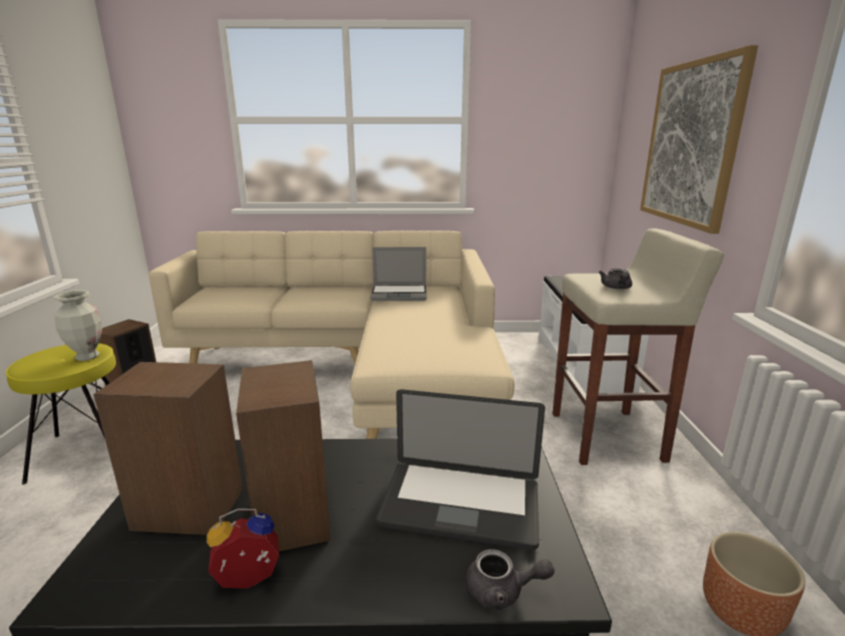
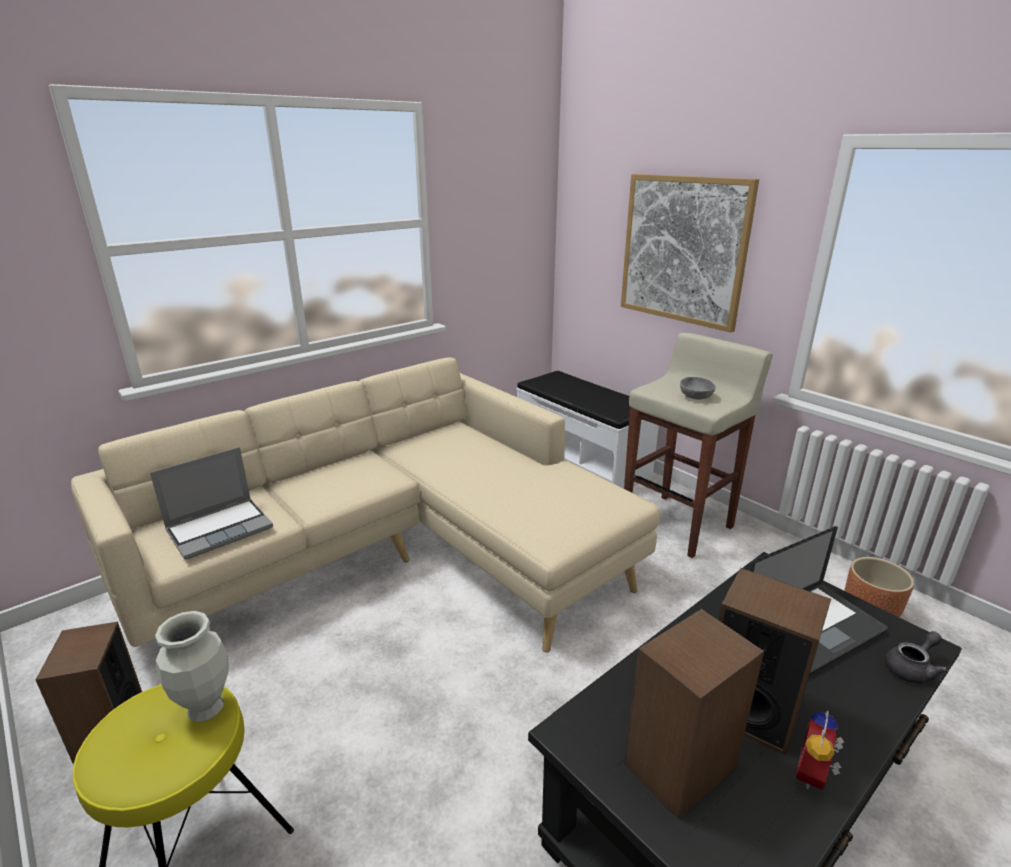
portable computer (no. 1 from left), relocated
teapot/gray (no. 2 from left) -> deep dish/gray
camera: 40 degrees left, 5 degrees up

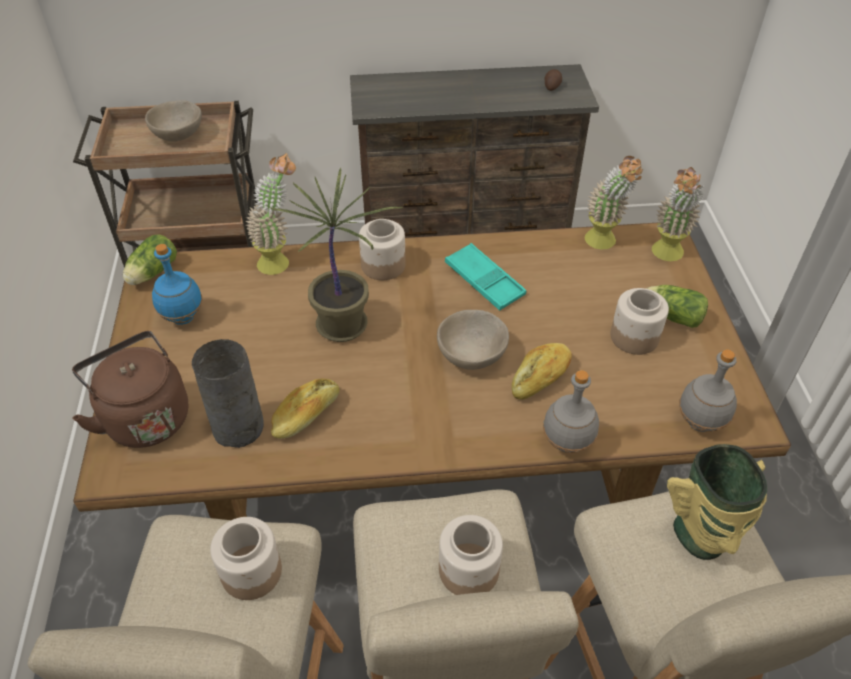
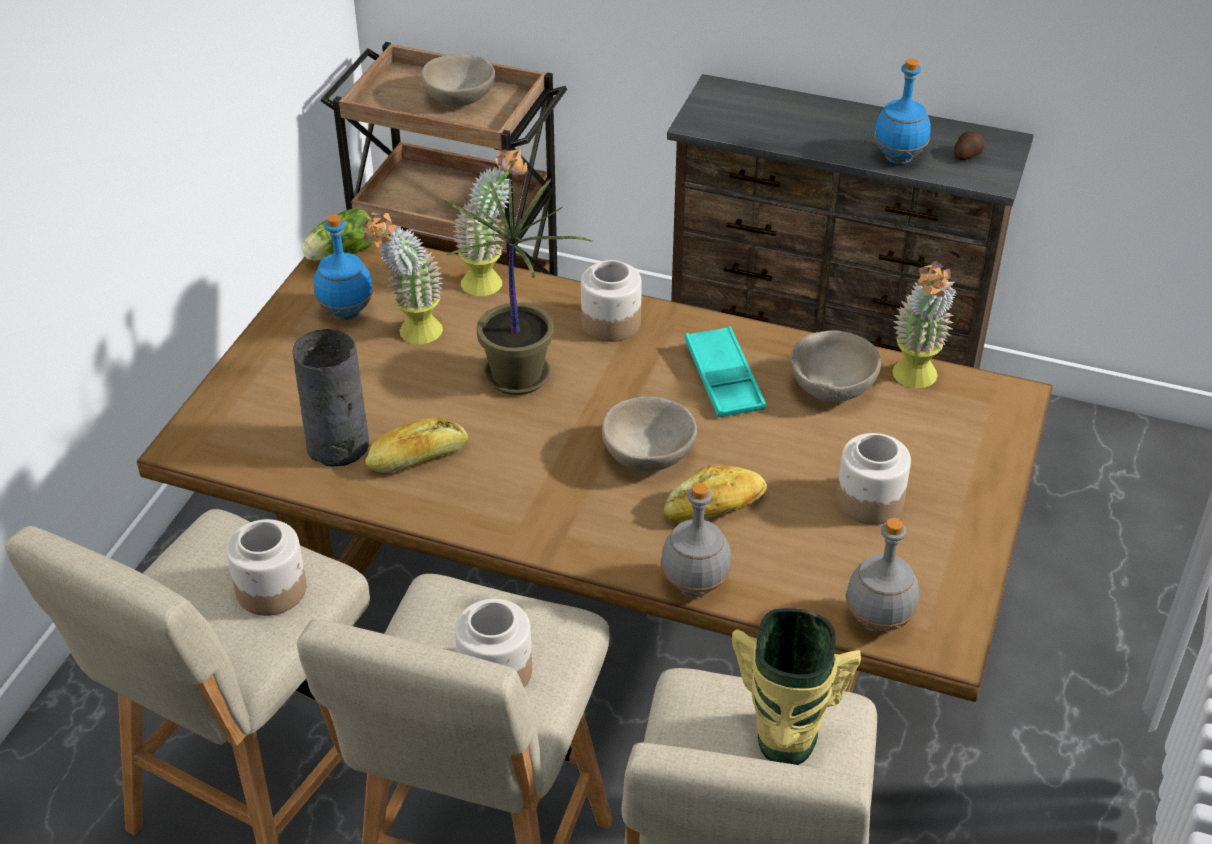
plant in a pot (no. 4 from left in the first image) -> plant in a pot (no. 1 from left), relocated
none -> deep dish/sand-coloured (no. 3 from left)
none -> drink bottle/bluish (no. 2 from left)
kettle/brown -> none
lettuce (no. 2 from left) -> none
camera: 25 degrees right, 5 degrees down

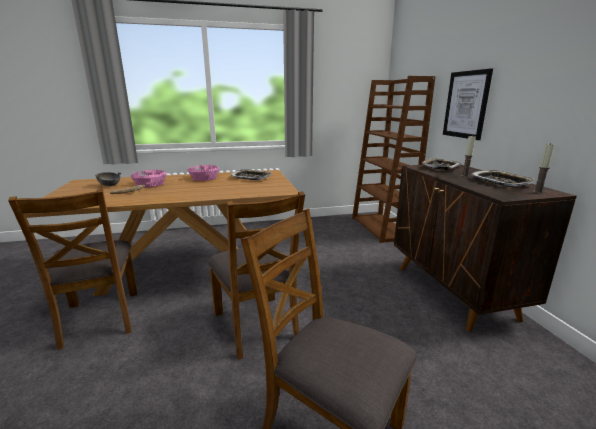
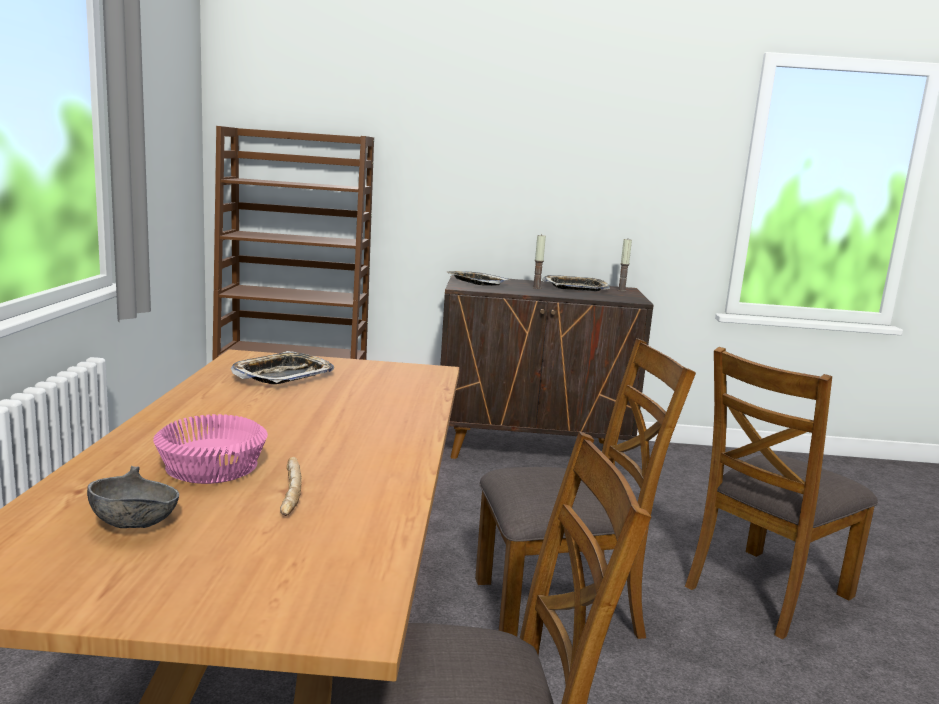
deep dish/pinkish (no. 2 from left) -> none
wall art -> none
camera: 75 degrees left, 5 degrees down

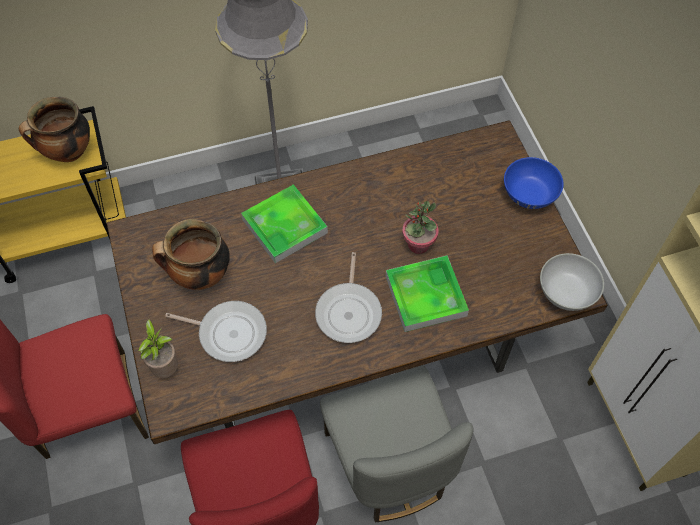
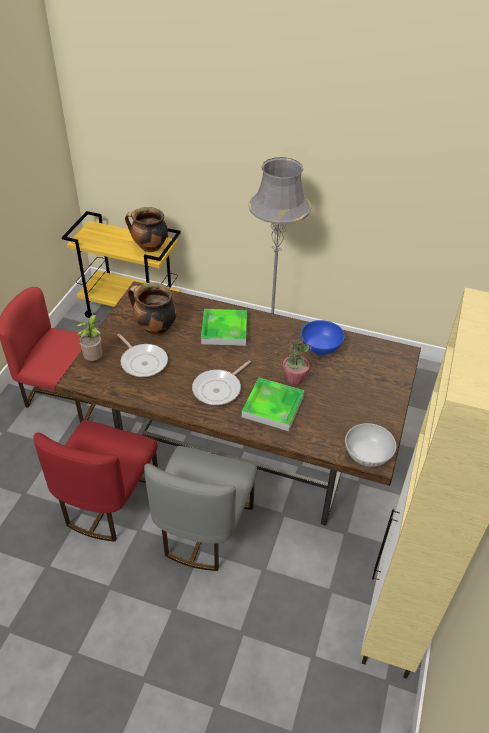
deep dish/bluish, relocated
camera: 35 degrees right, 15 degrees down

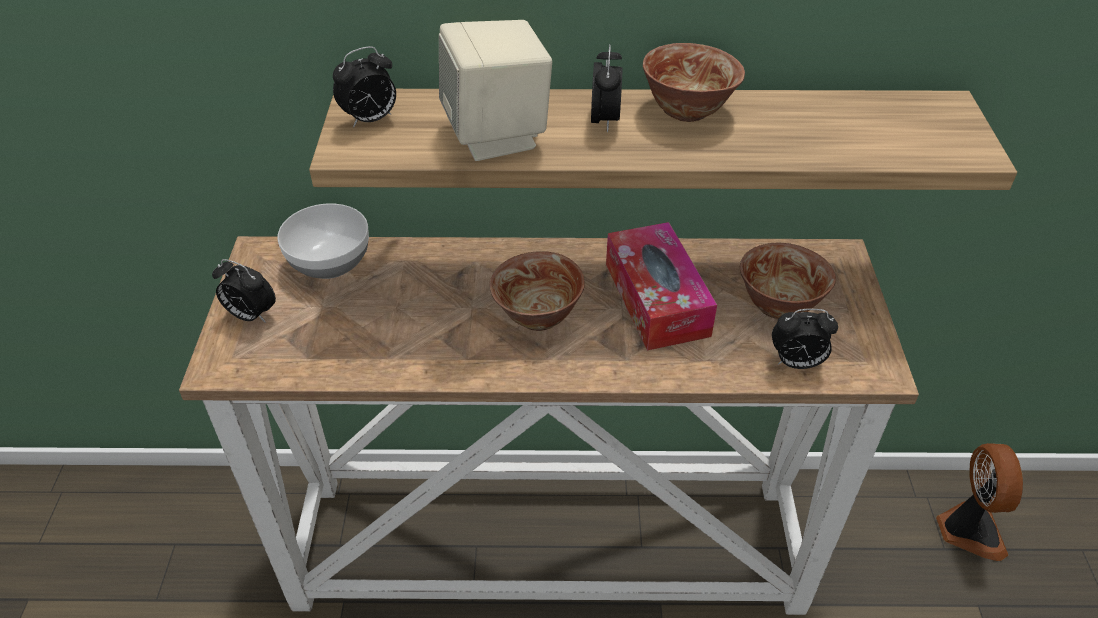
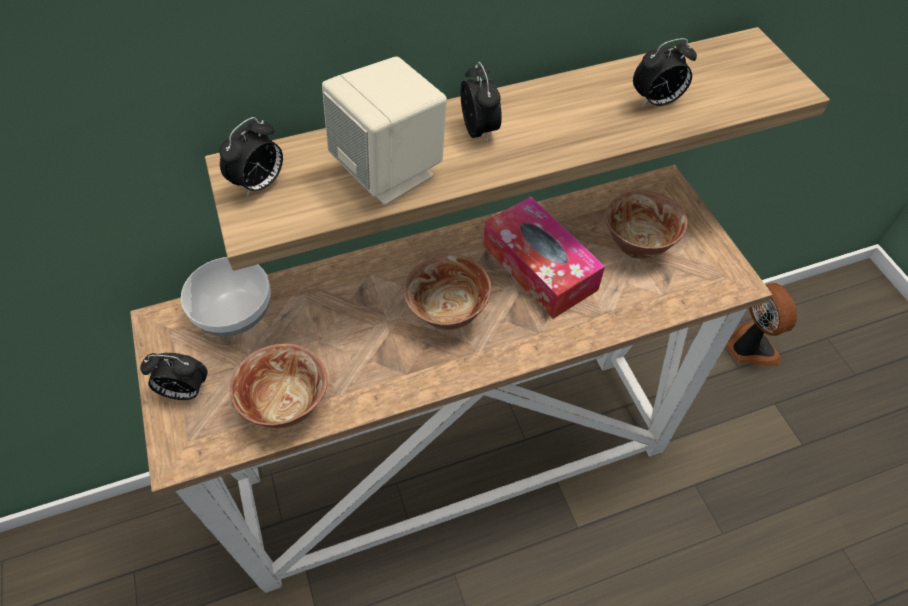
deep dish (no. 3 from left in the first image) -> deep dish (no. 2 from left), relocated
alarm clock (no. 4 from left), relocated
camera: 20 degrees left, 10 degrees up

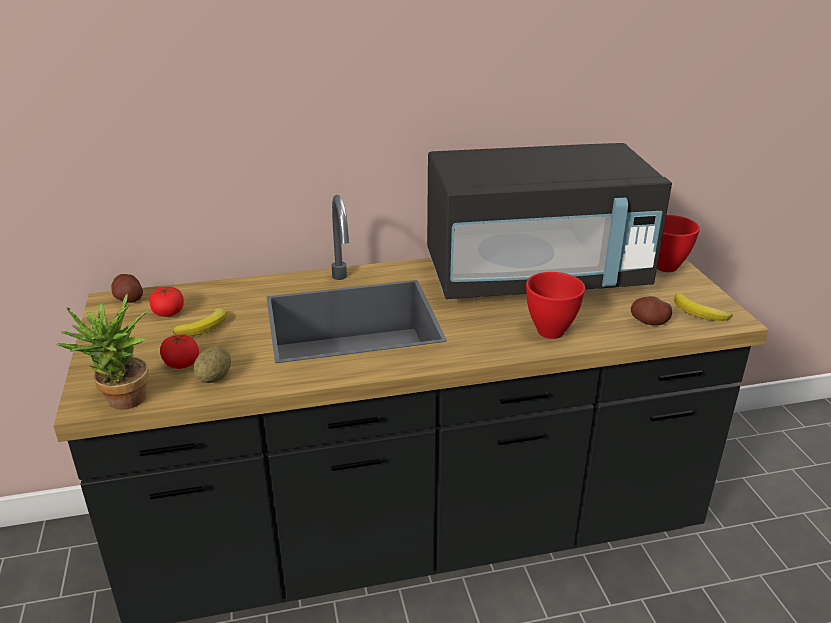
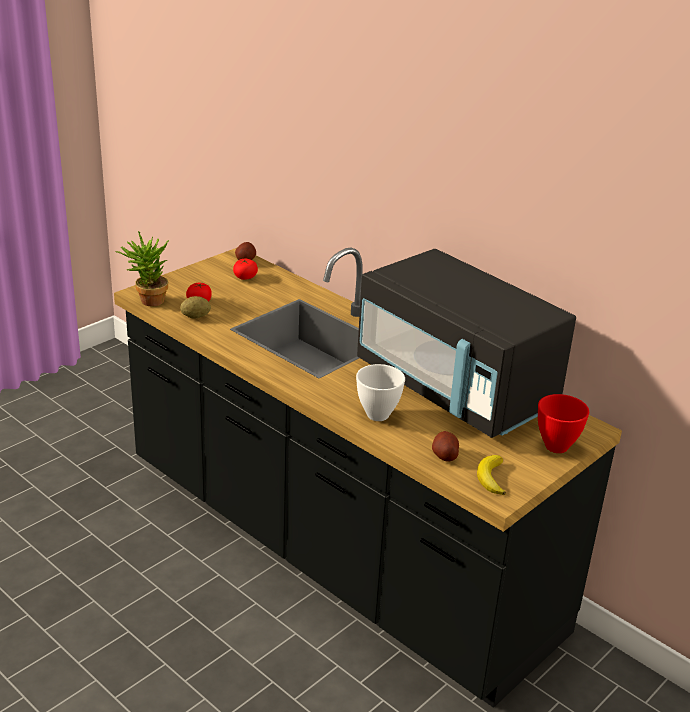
deep dish/red-coloured (no. 1 from left) -> deep dish/whitish
banana fruit (no. 1 from left) -> none
camera: 55 degrees right, 0 degrees up

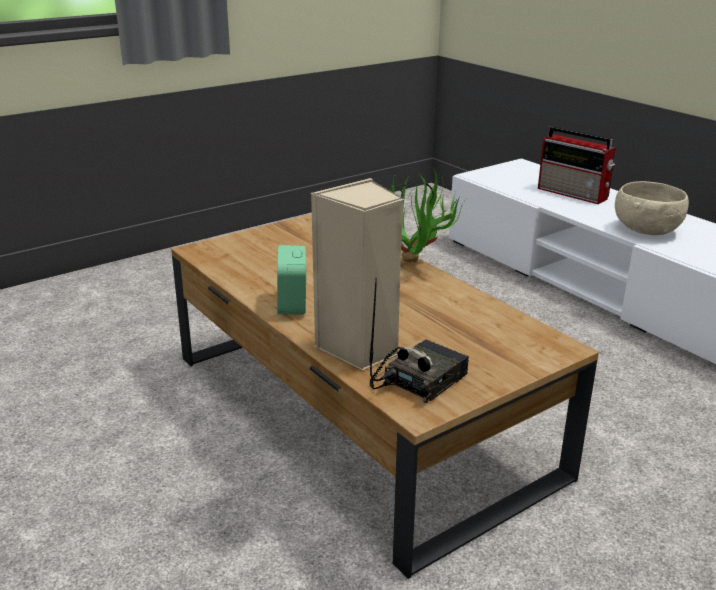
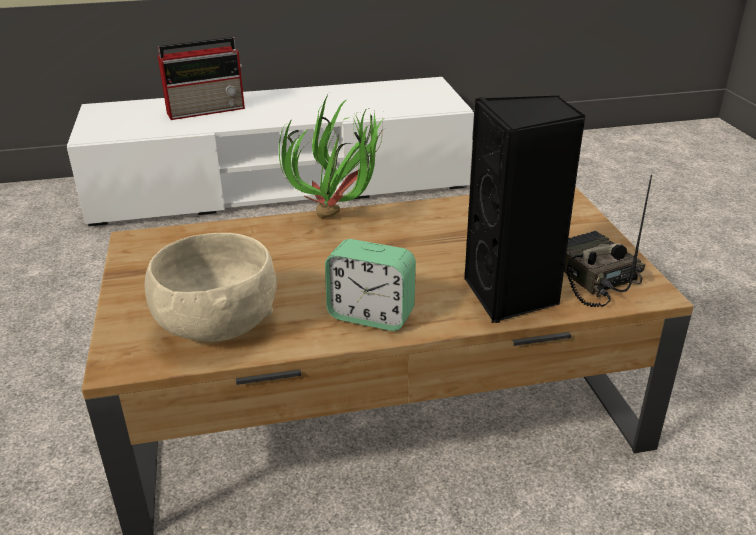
deep dish/sand-coloured, relocated
speaker/sand-coloured -> speaker/black-coloured
camera: 65 degrees left, 5 degrees up

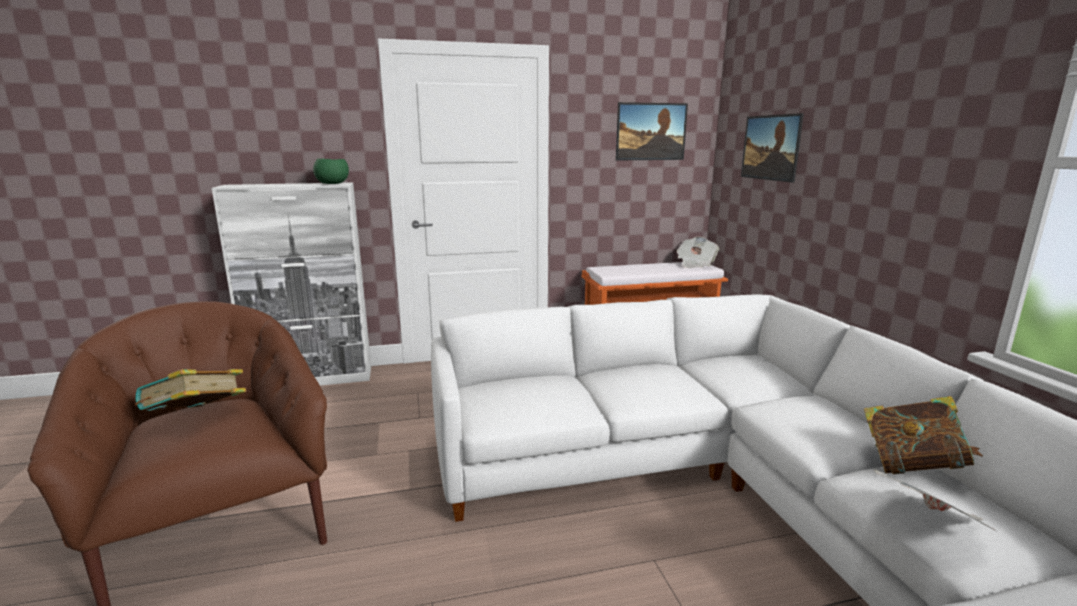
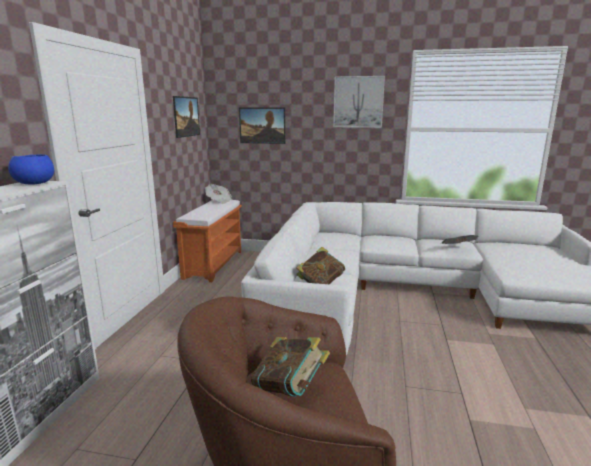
deep dish/greenish -> deep dish/bluish
volume (no. 2 from left), relocated
none -> wall art (no. 3 from left)
camera: 65 degrees left, 0 degrees up

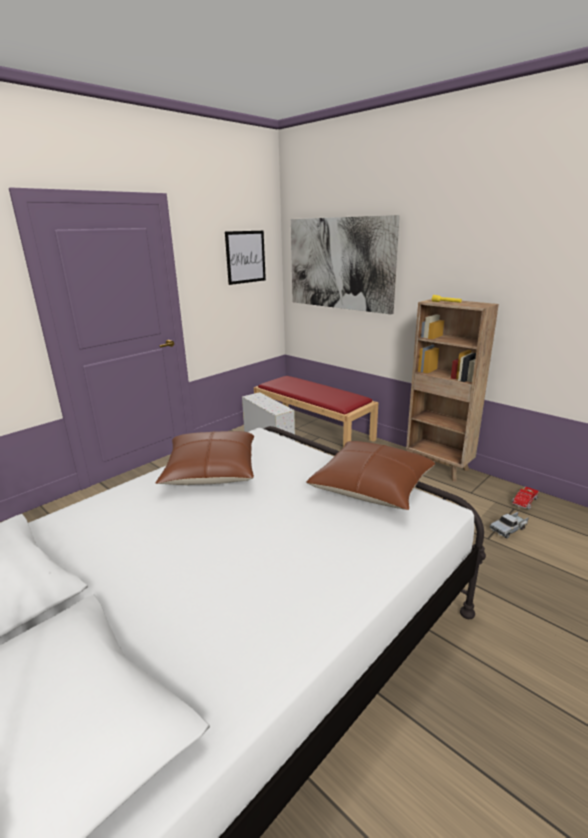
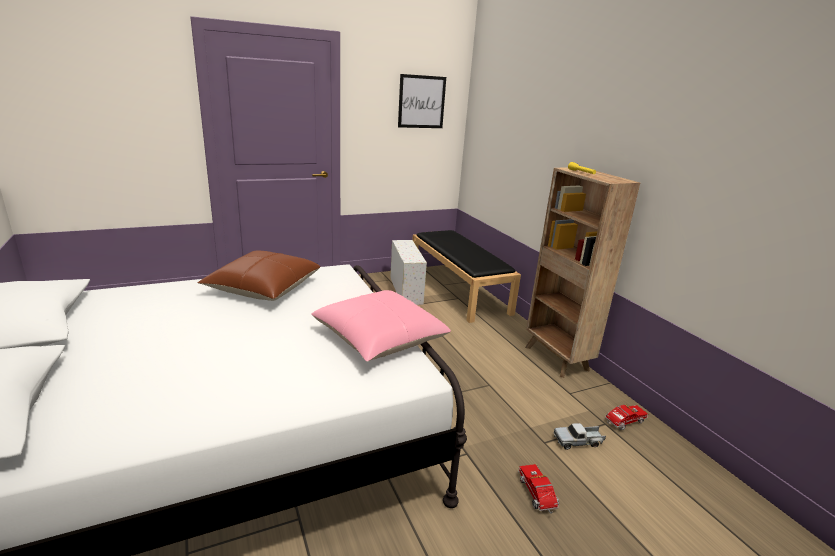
pillow/brown (no. 2 from left) -> pillow/pinkish
bench/red-coloured -> bench/black-coloured
none -> toy truck (no. 1 from left)
wall art (no. 2 from left) -> none
camera: 20 degrees right, 0 degrees up

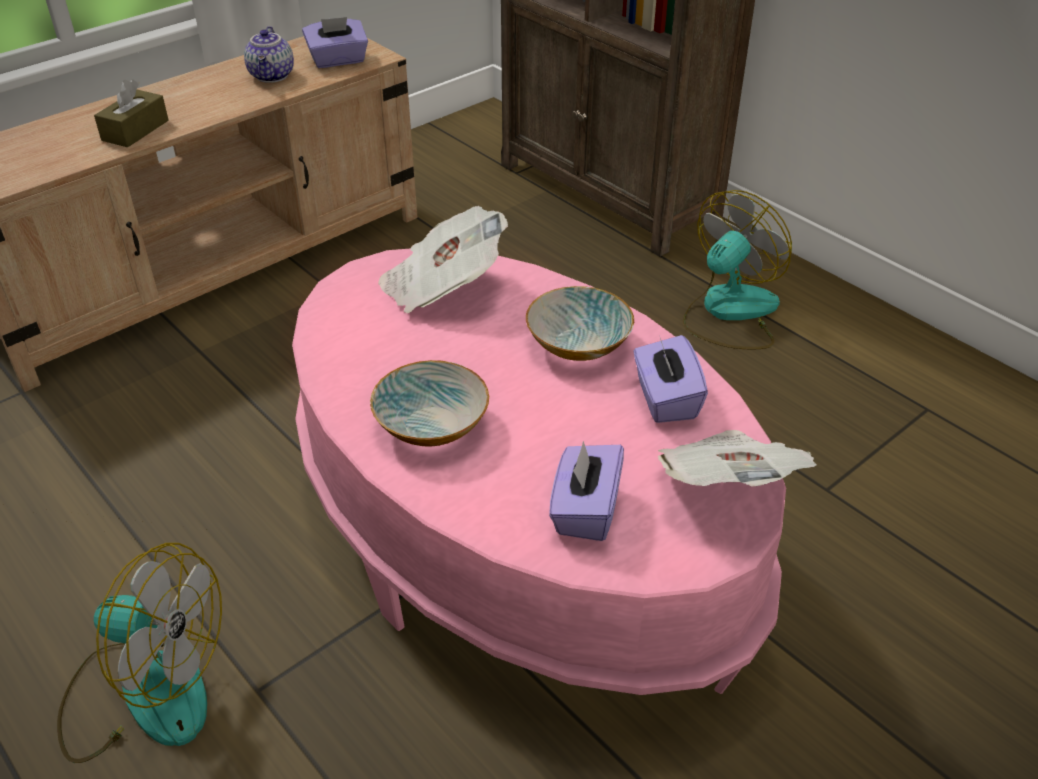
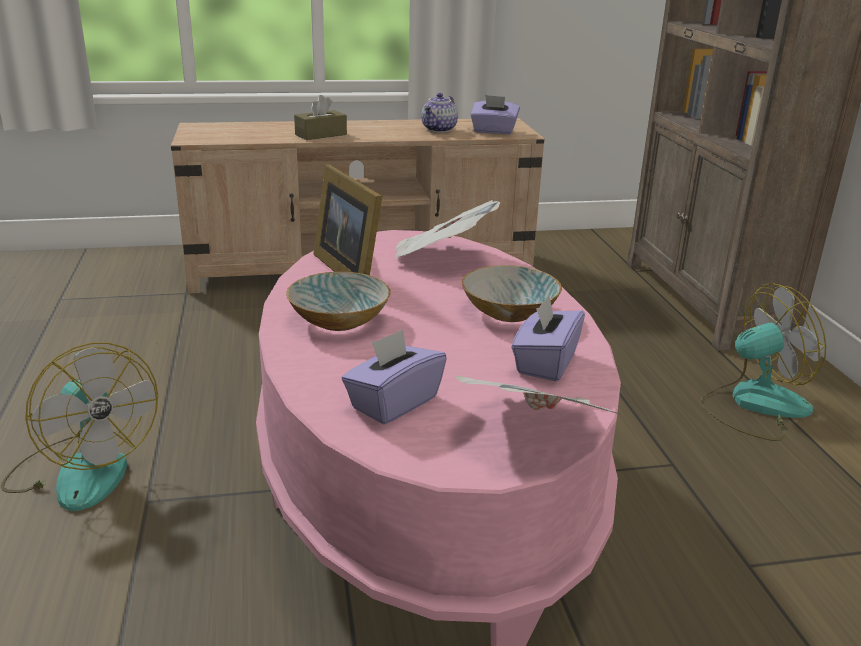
none -> standing frame
camera: 30 degrees right, 15 degrees down

